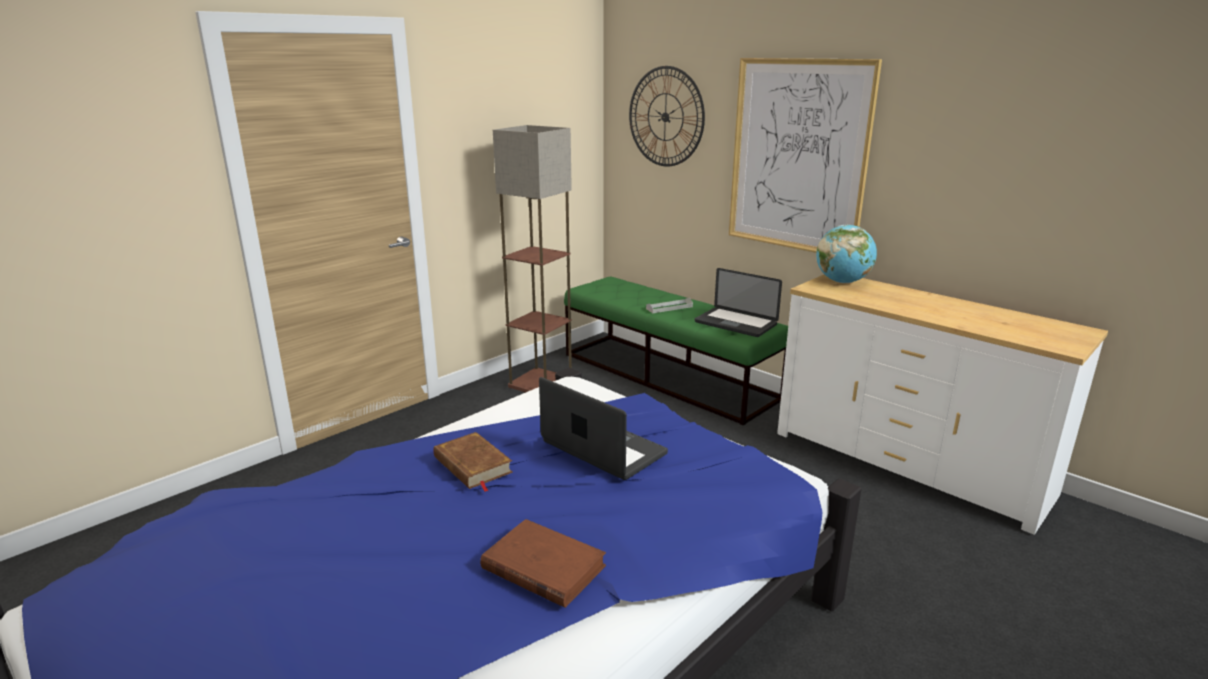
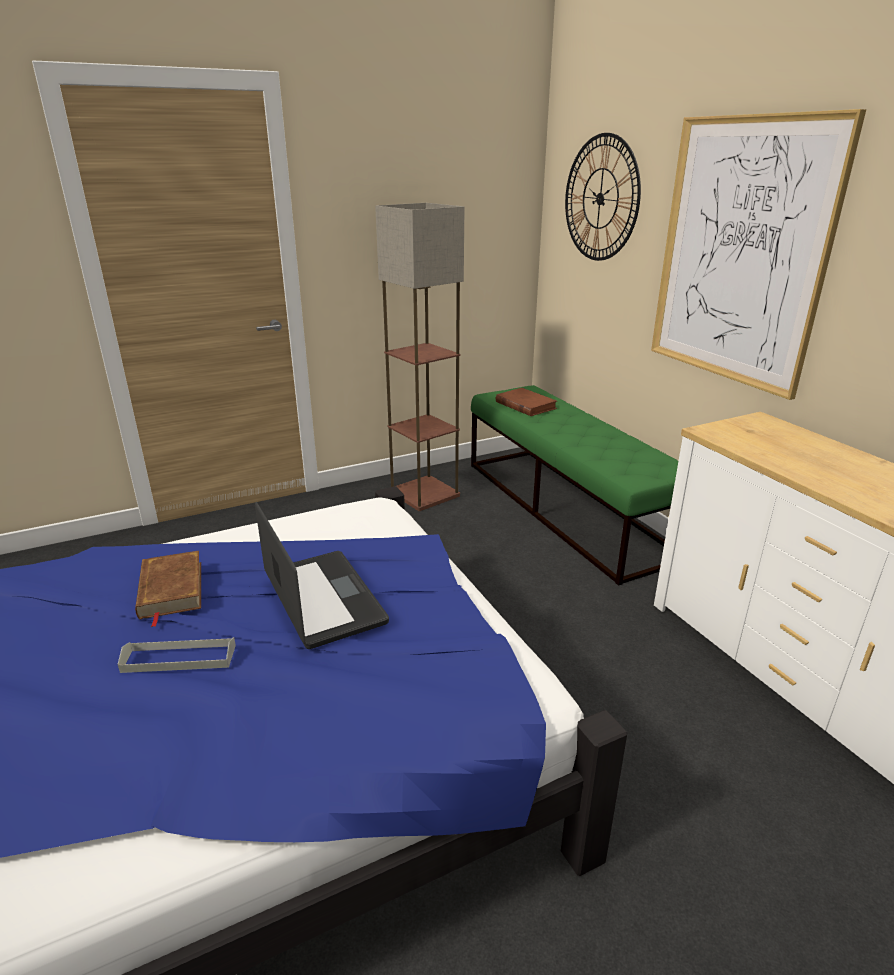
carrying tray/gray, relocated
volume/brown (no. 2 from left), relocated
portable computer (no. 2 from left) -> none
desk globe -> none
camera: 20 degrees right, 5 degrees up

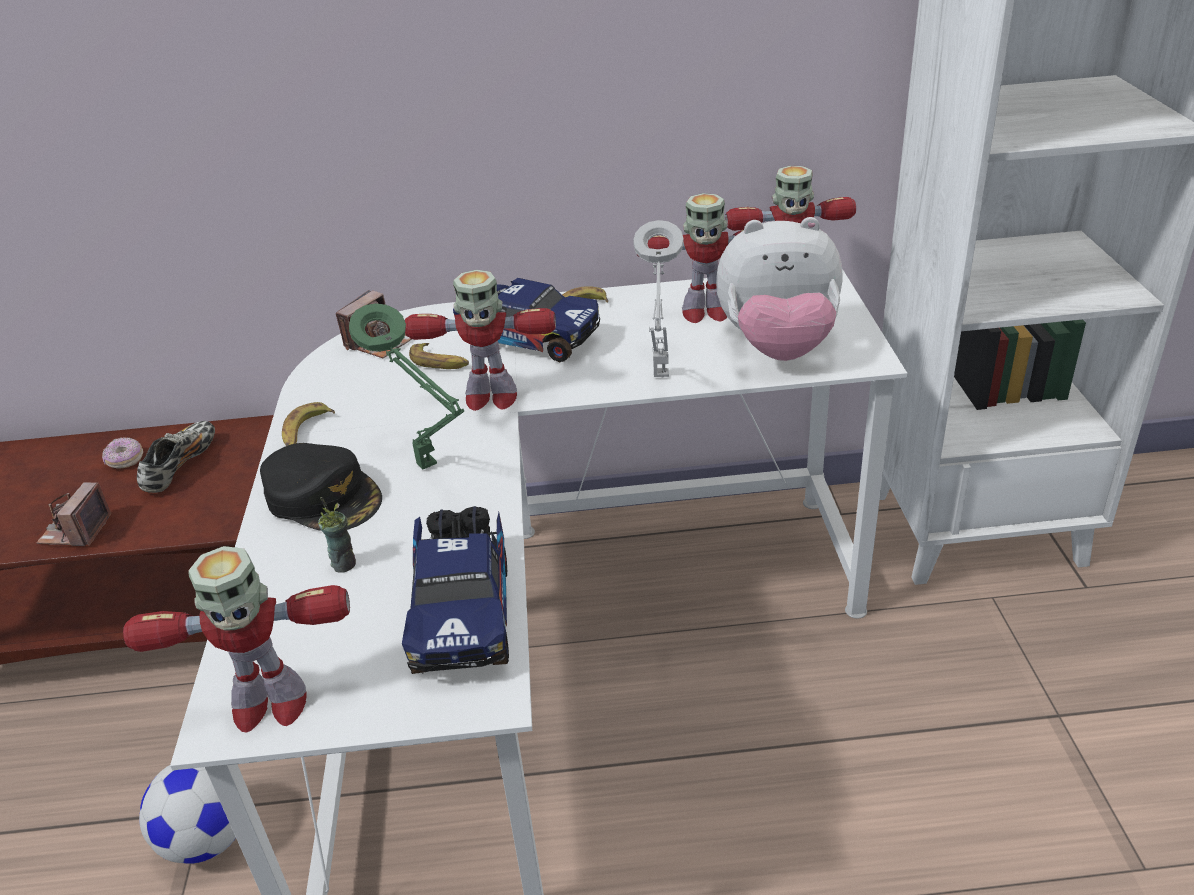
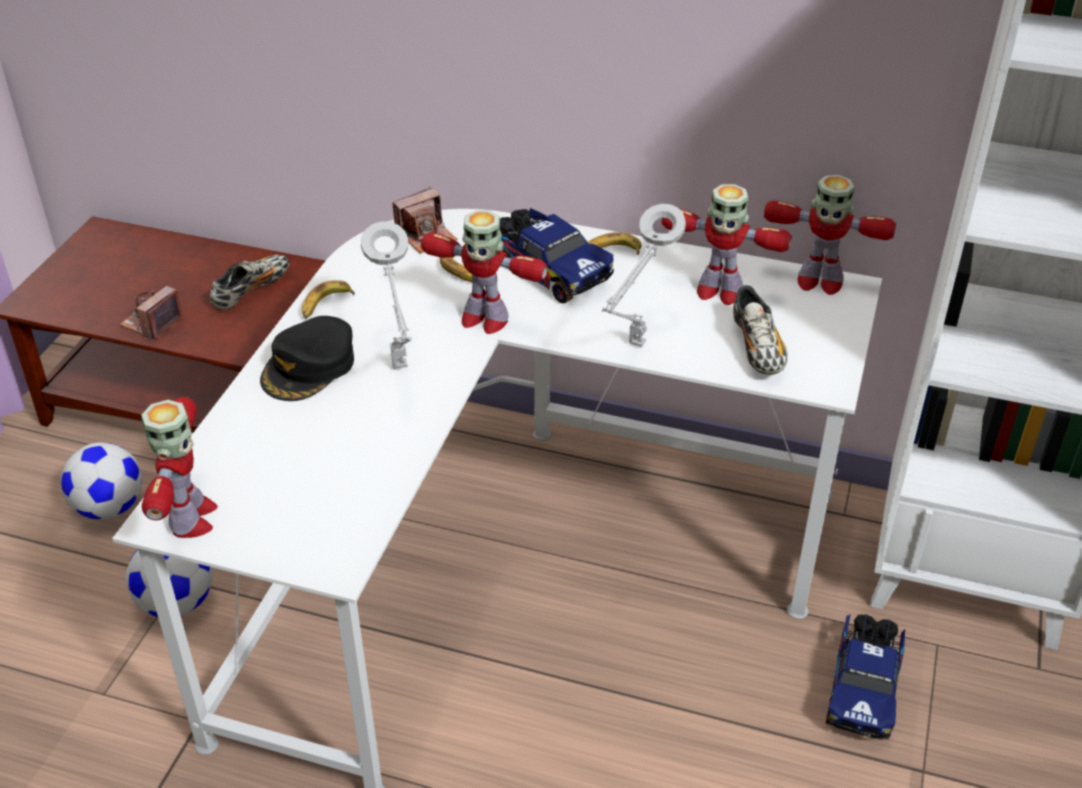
none -> ball for football (no. 1 from left)
model robot (no. 1 from left), 105 degrees counterclockwise
cap/black-coloured, 60 degrees clockwise
tabletop lamp/greenish -> tabletop lamp/gray (no. 1 from left)
plush toy -> low shoe (no. 2 from left)
toy truck (no. 1 from left in the first image) -> toy truck (no. 2 from left), relocated
doughnut -> none
cup -> none
camera: 20 degrees right, 5 degrees up

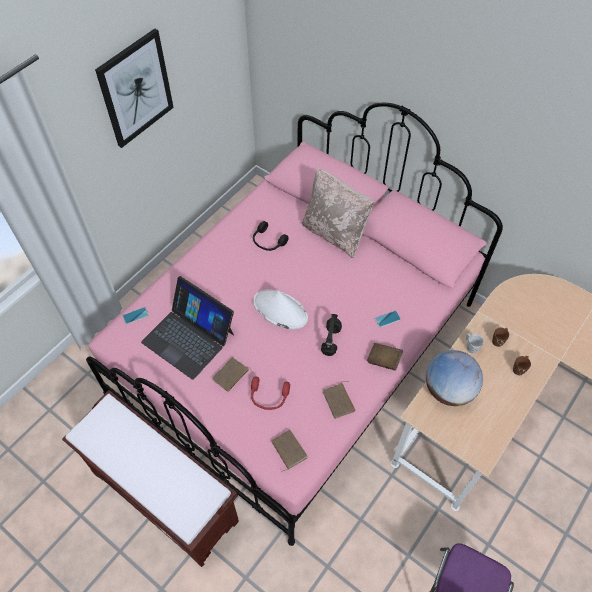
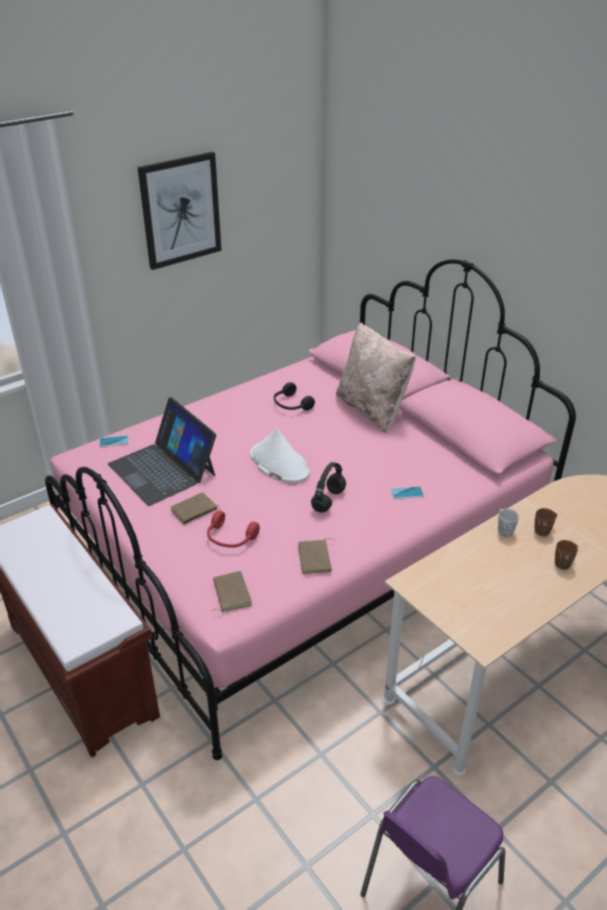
volume/brown (no. 4 from left) -> none
desk globe -> none
camera: 15 degrees right, 20 degrees down

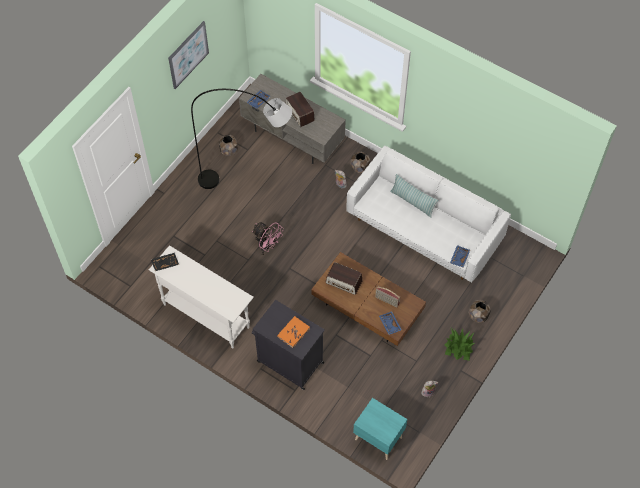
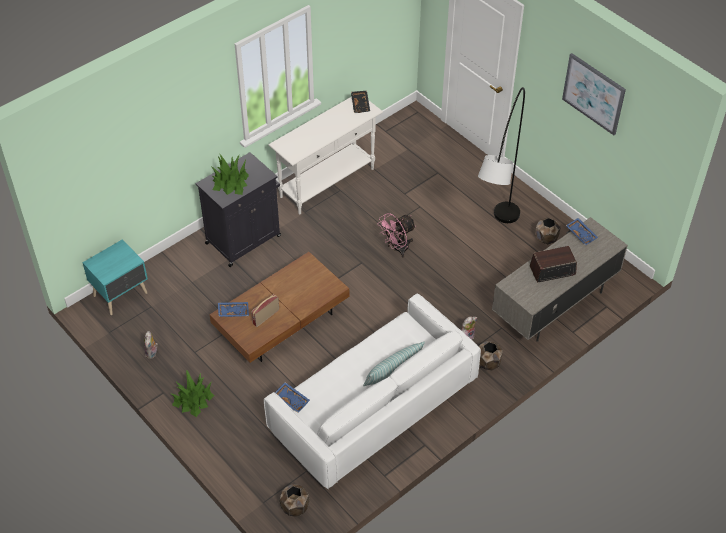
volume/orangey -> plant in a pot (no. 2 from left)
planter/brown (no. 3 from left in the first image) -> planter/brown (no. 1 from left), relocated
radio set (no. 2 from left) -> none
camera: 105 degrees right, 10 degrees down

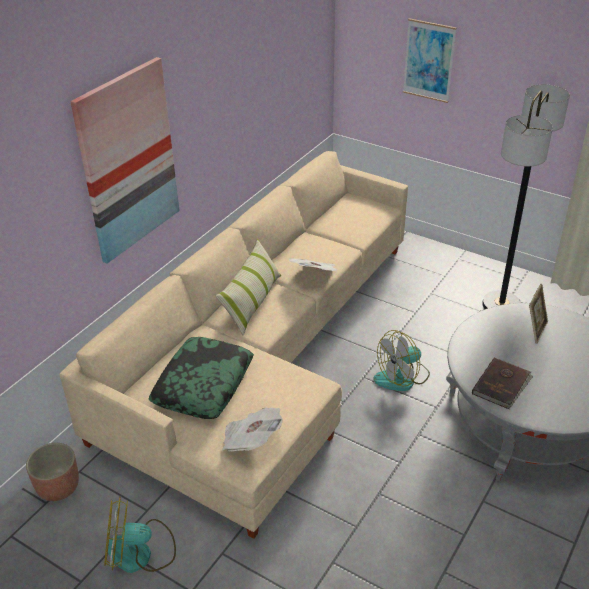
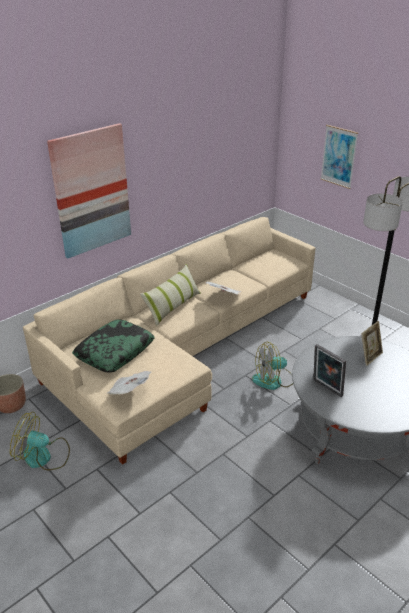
volume/brown -> standing frame (no. 1 from left)
camera: 15 degrees right, 5 degrees down

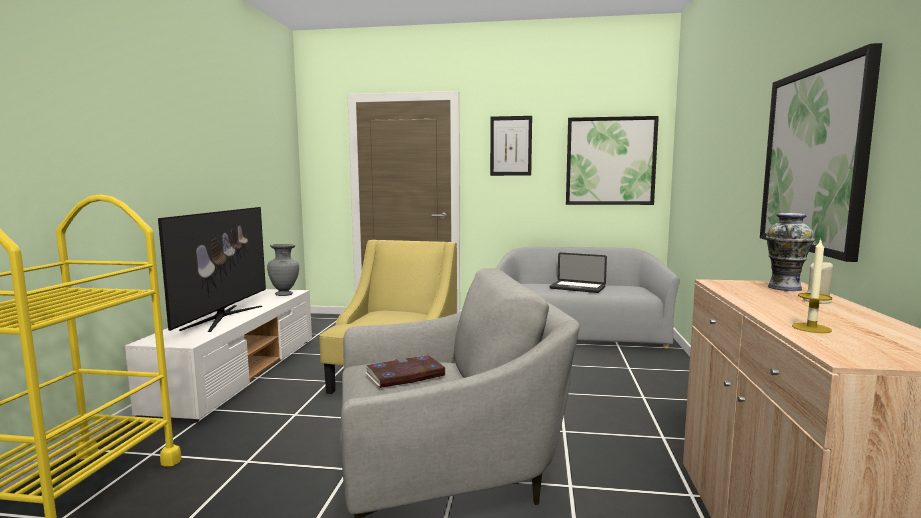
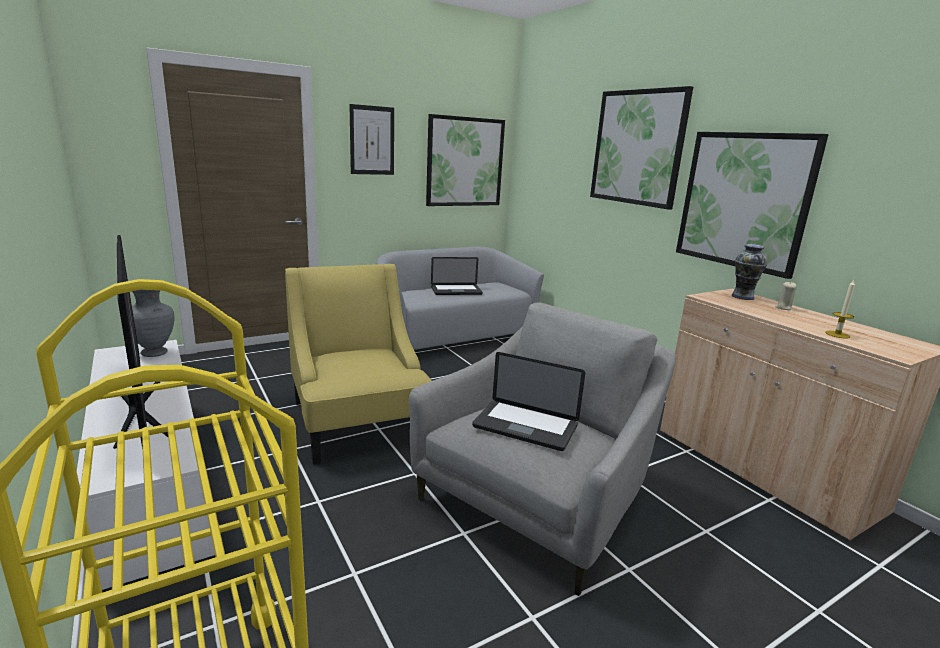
volume -> portable computer (no. 2 from left)
none -> wall art (no. 3 from left)
camera: 40 degrees left, 10 degrees up

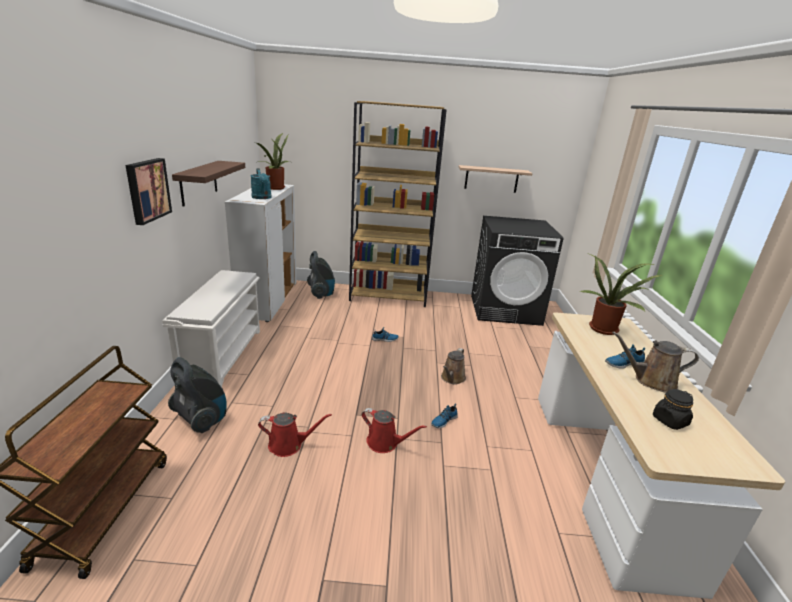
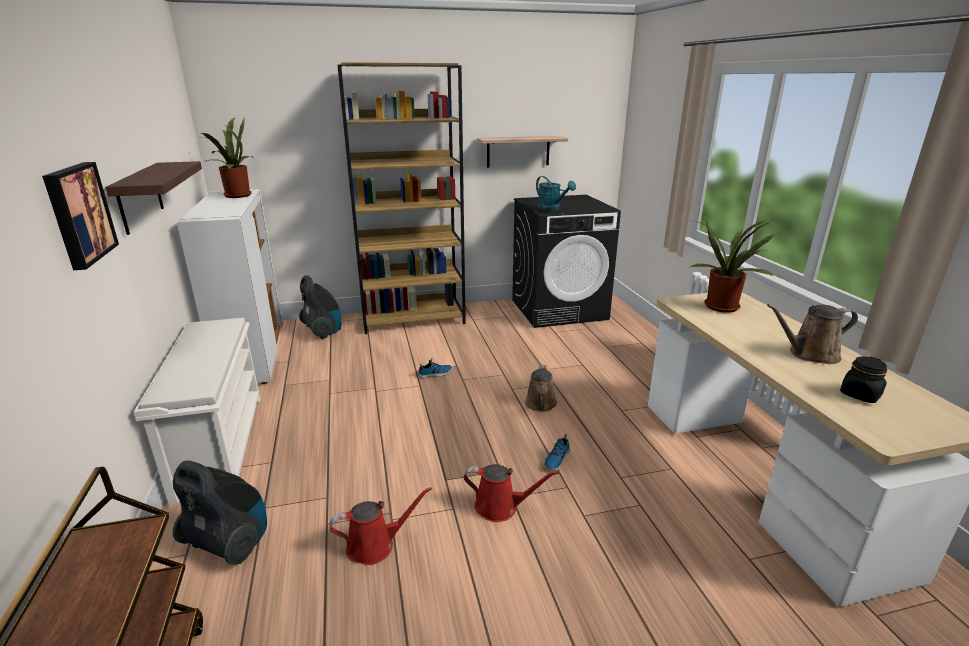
sprinkling can/turquoise-coloured, relocated
low shoe (no. 3 from left) -> none
camera: 15 degrees left, 0 degrees up

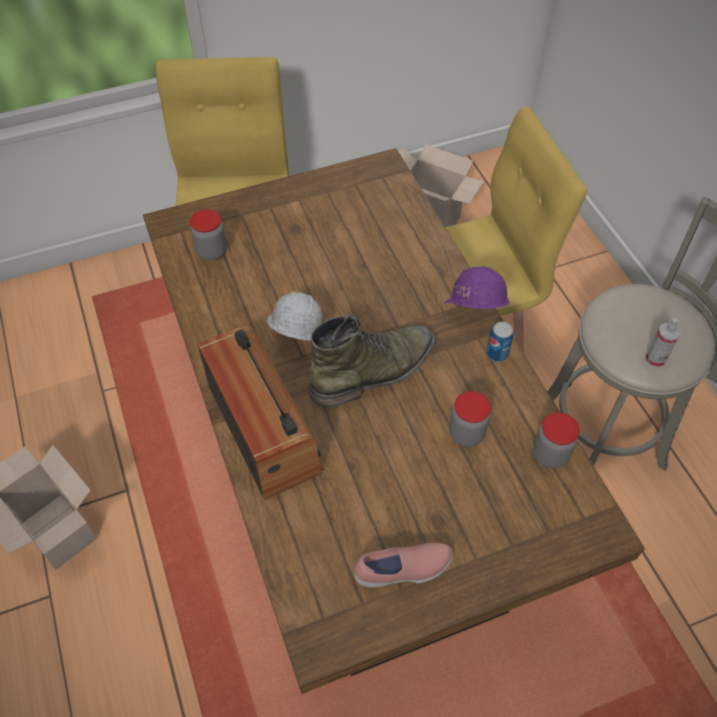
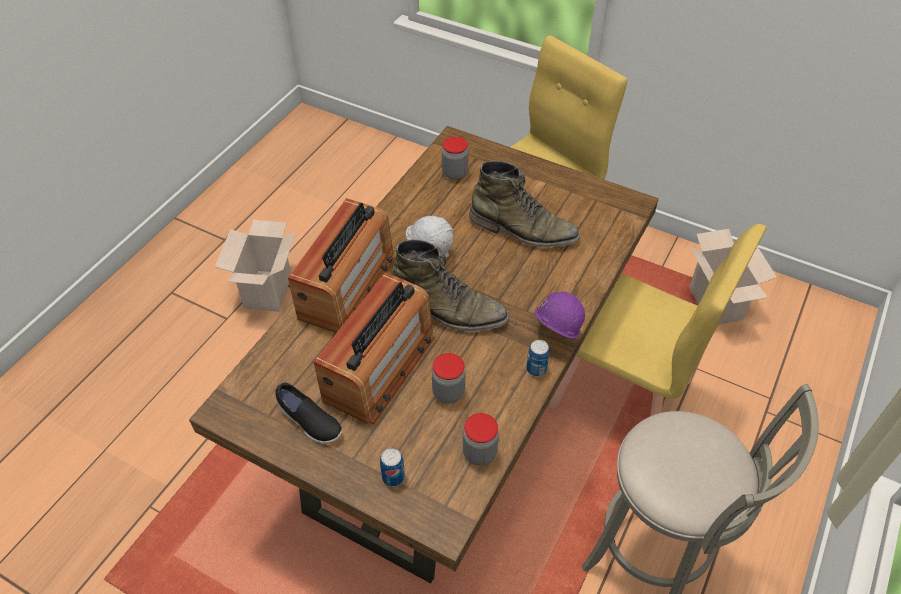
low shoe/pinkish -> low shoe/black-coloured
none -> radio set (no. 2 from left)
none -> sealed can (no. 1 from left)
none -> high-top boot/greenish (no. 2 from left)
sprayer -> none
camera: 50 degrees right, 5 degrees down

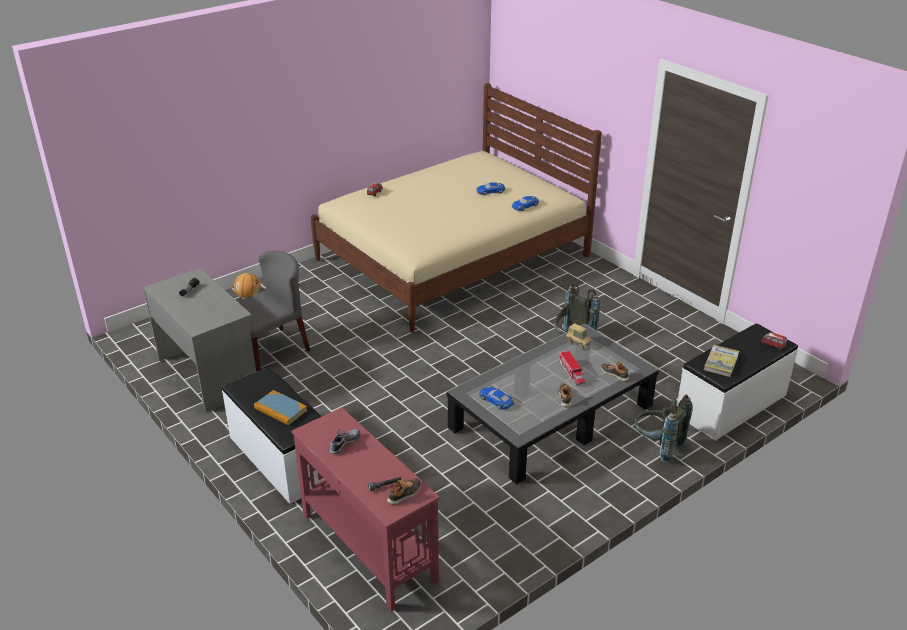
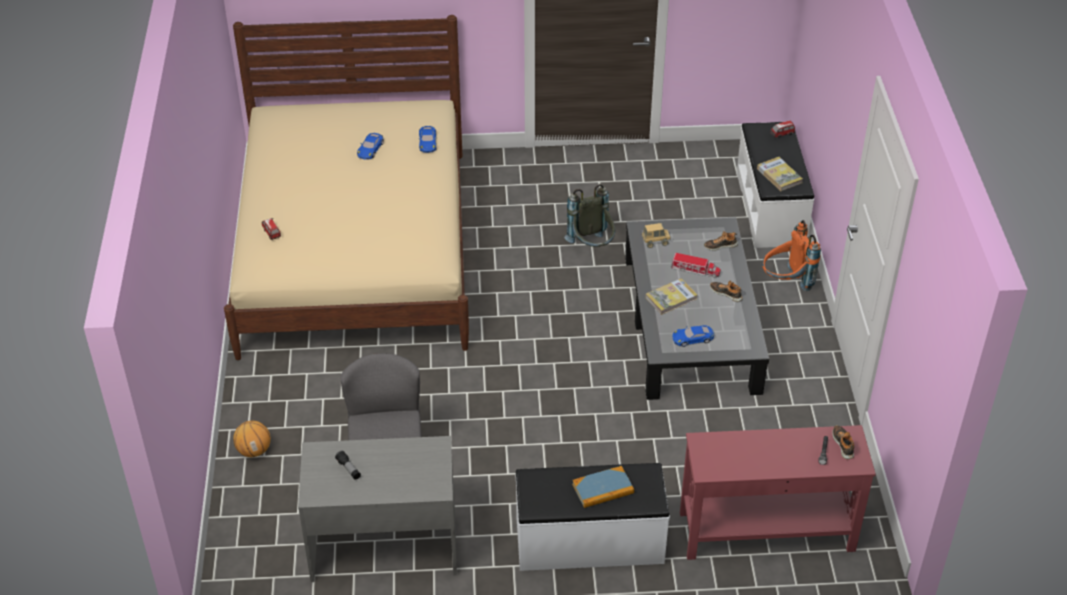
none -> volume (no. 2 from left)
backpack/gray (no. 2 from left) -> backpack/orangey
low shoe (no. 1 from left) -> none
camera: 55 degrees left, 10 degrees up

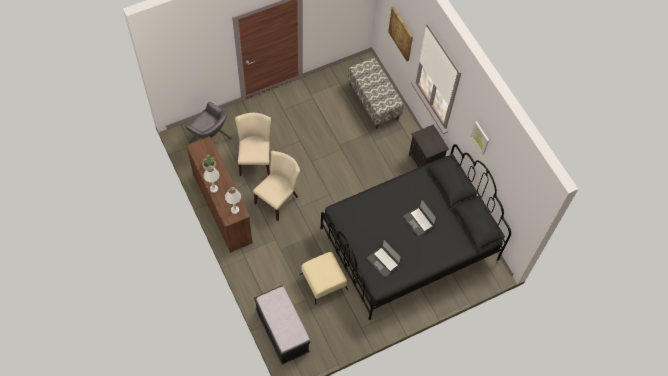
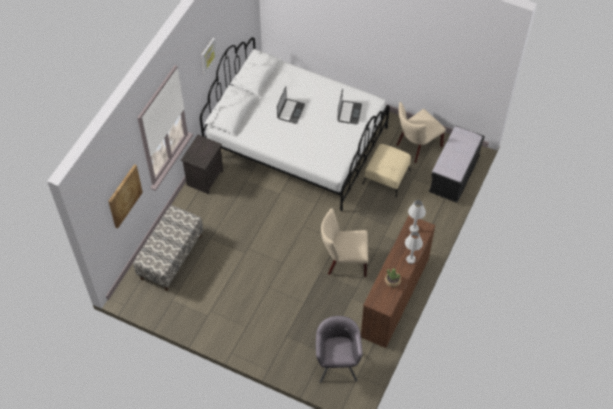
sleeping bed/black-coloured -> sleeping bed/whitish
upright chair/sand-coloured (no. 1 from left in the first image) -> upright chair/sand-coloured (no. 2 from left), relocated
camera: 125 degrees left, 5 degrees down

